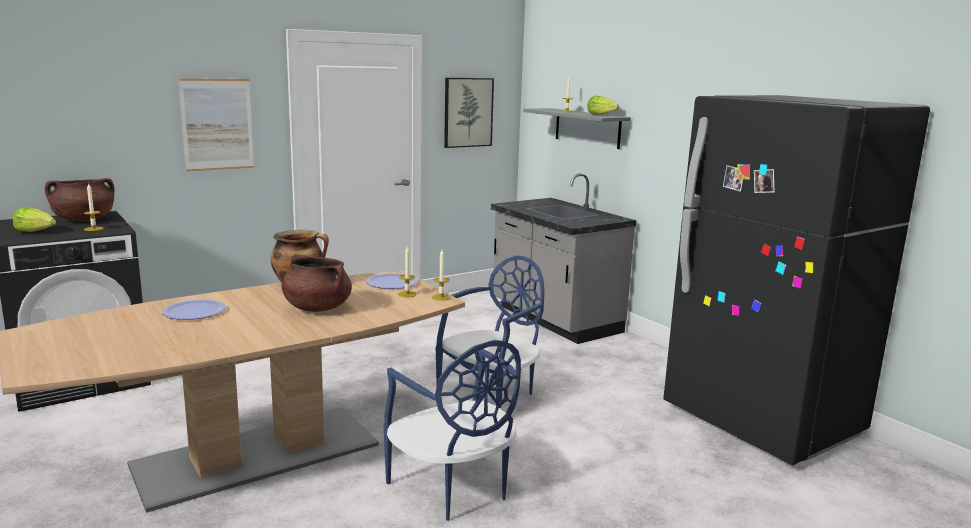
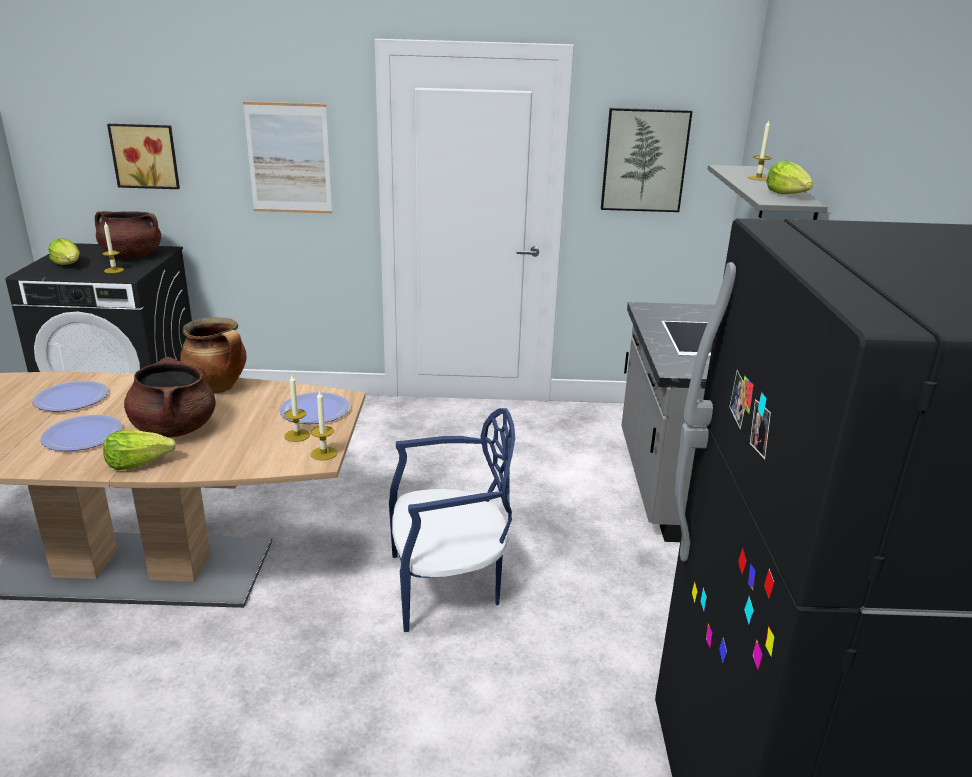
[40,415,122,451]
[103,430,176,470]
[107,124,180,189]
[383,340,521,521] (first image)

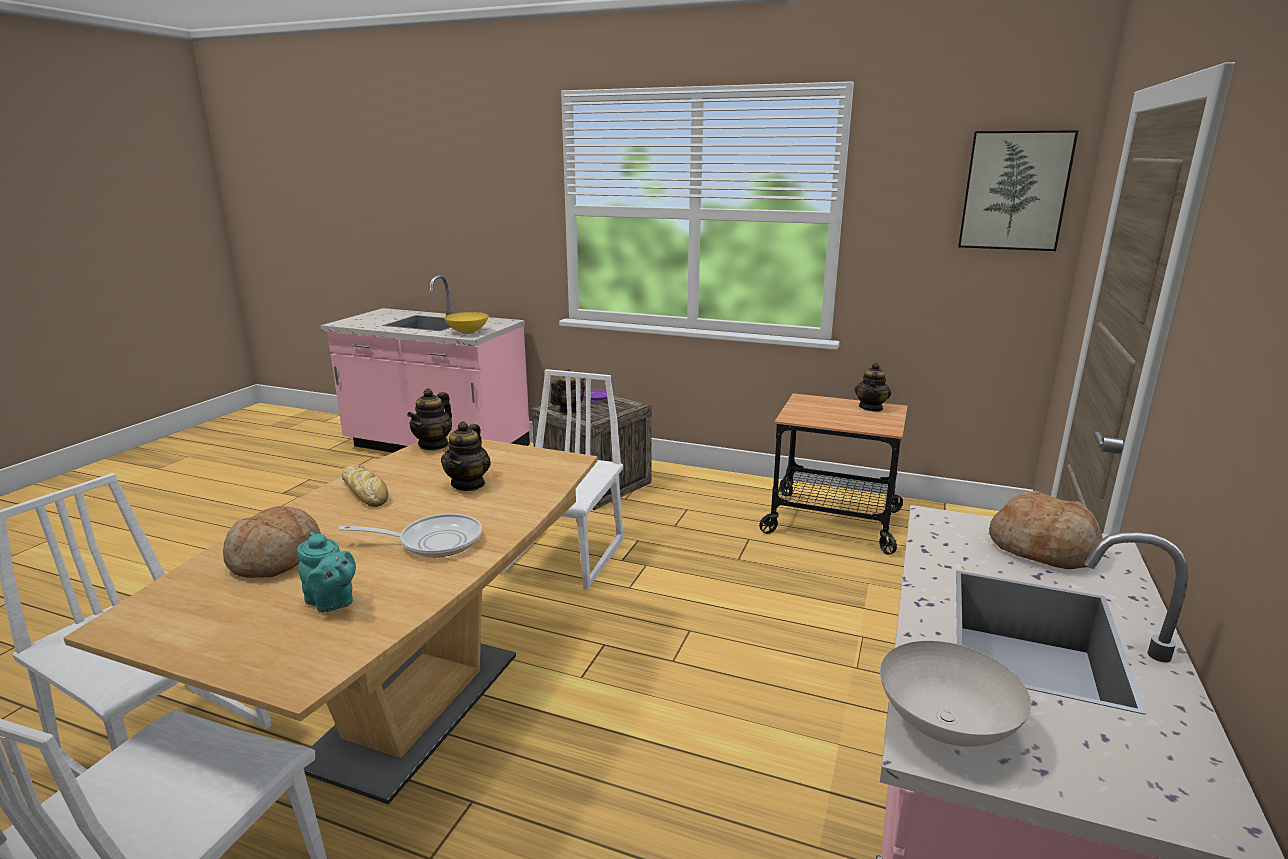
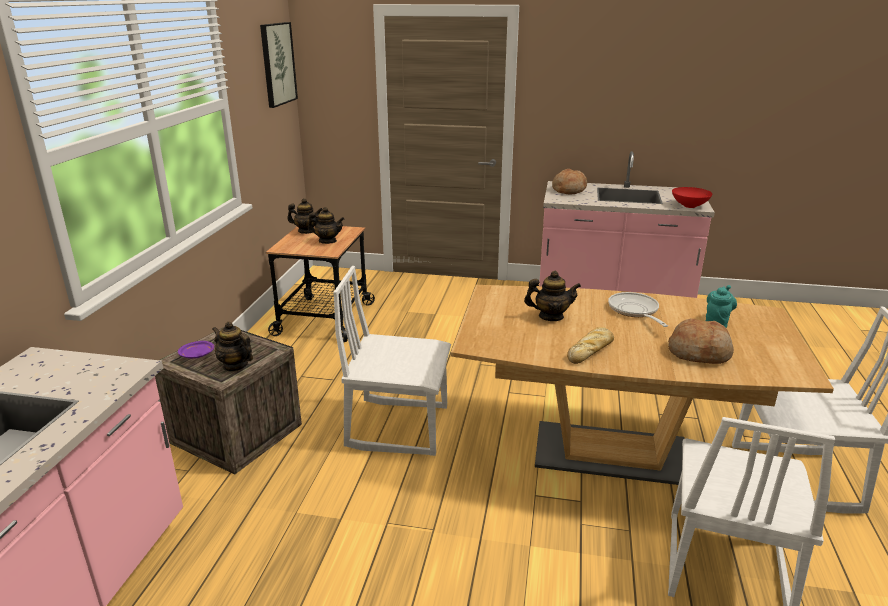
[308,207,344,244]
[672,187,713,208]
[444,312,489,334] (first image)

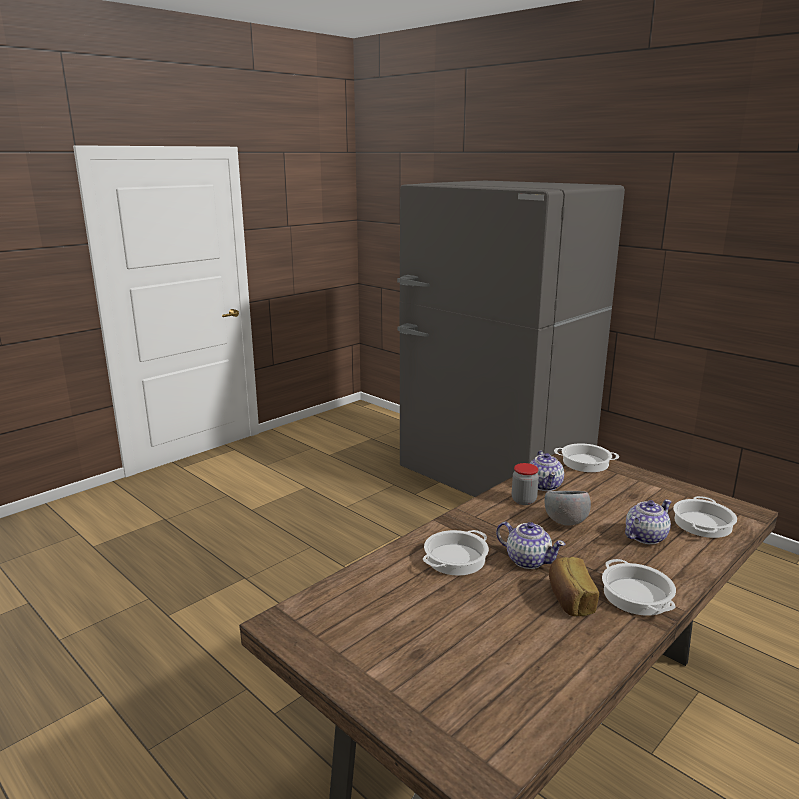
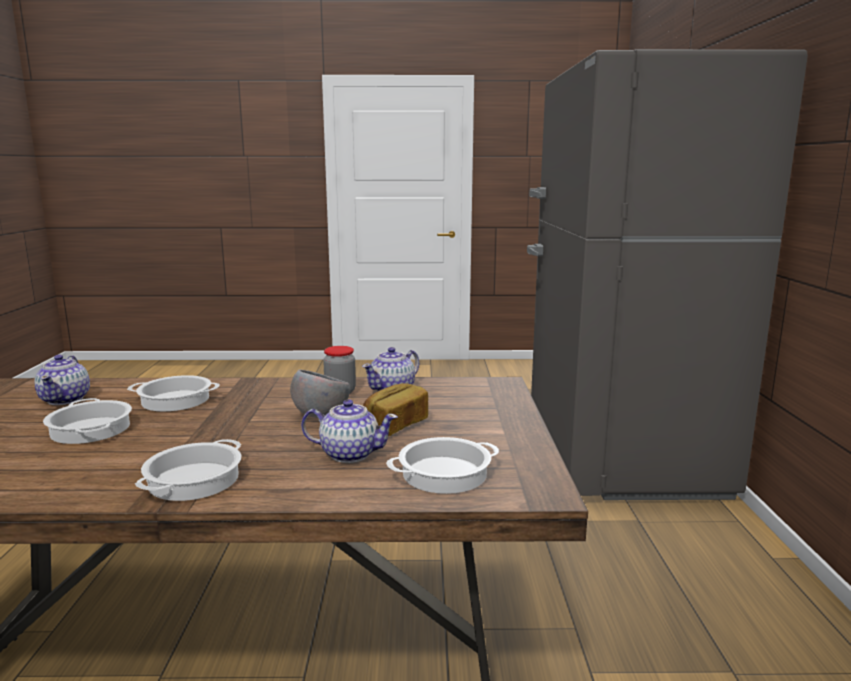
[34,355,90,405]
[43,398,132,444]
[363,383,428,436]

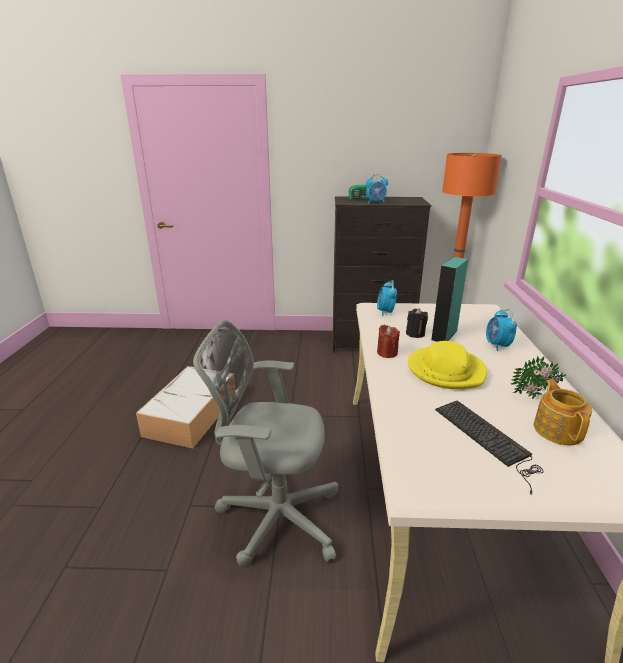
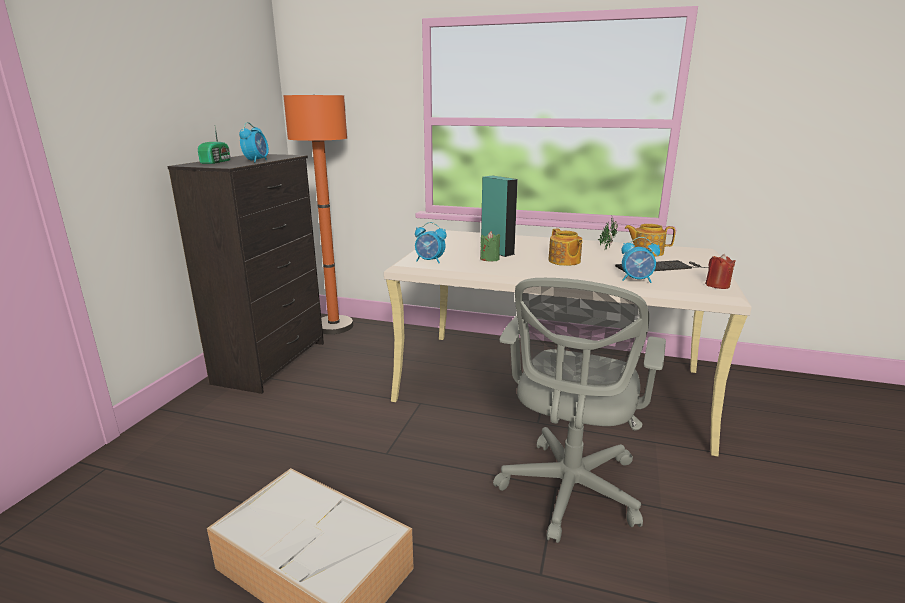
[480,231,500,261]
[548,229,583,266]
[621,237,660,283]
[705,254,736,289]

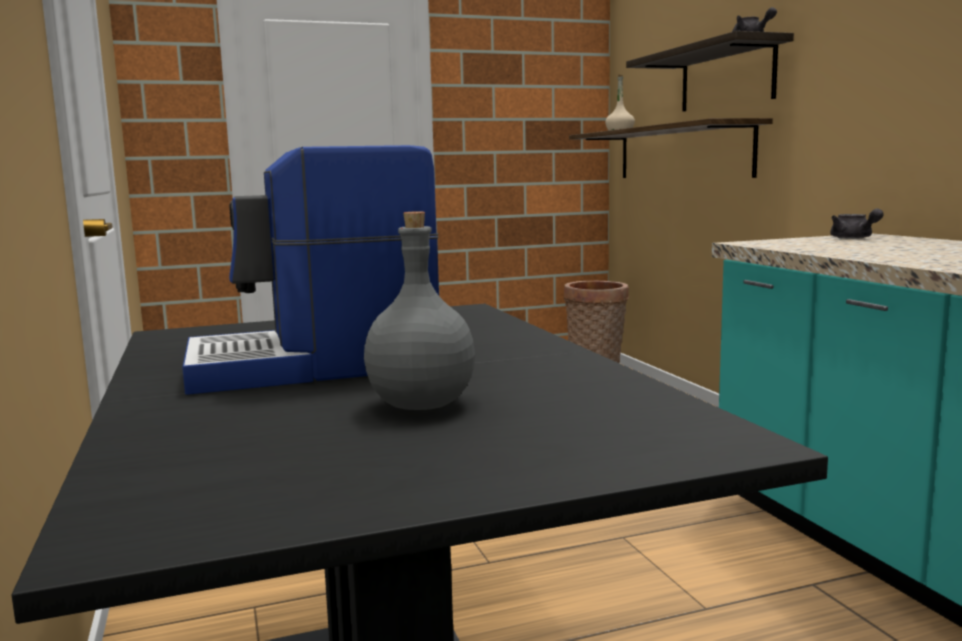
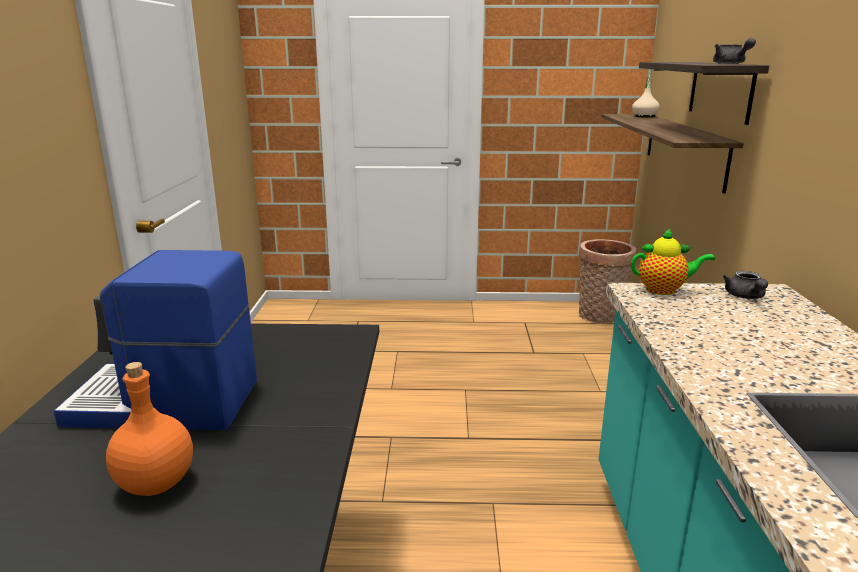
[106,362,193,496]
[631,228,715,295]

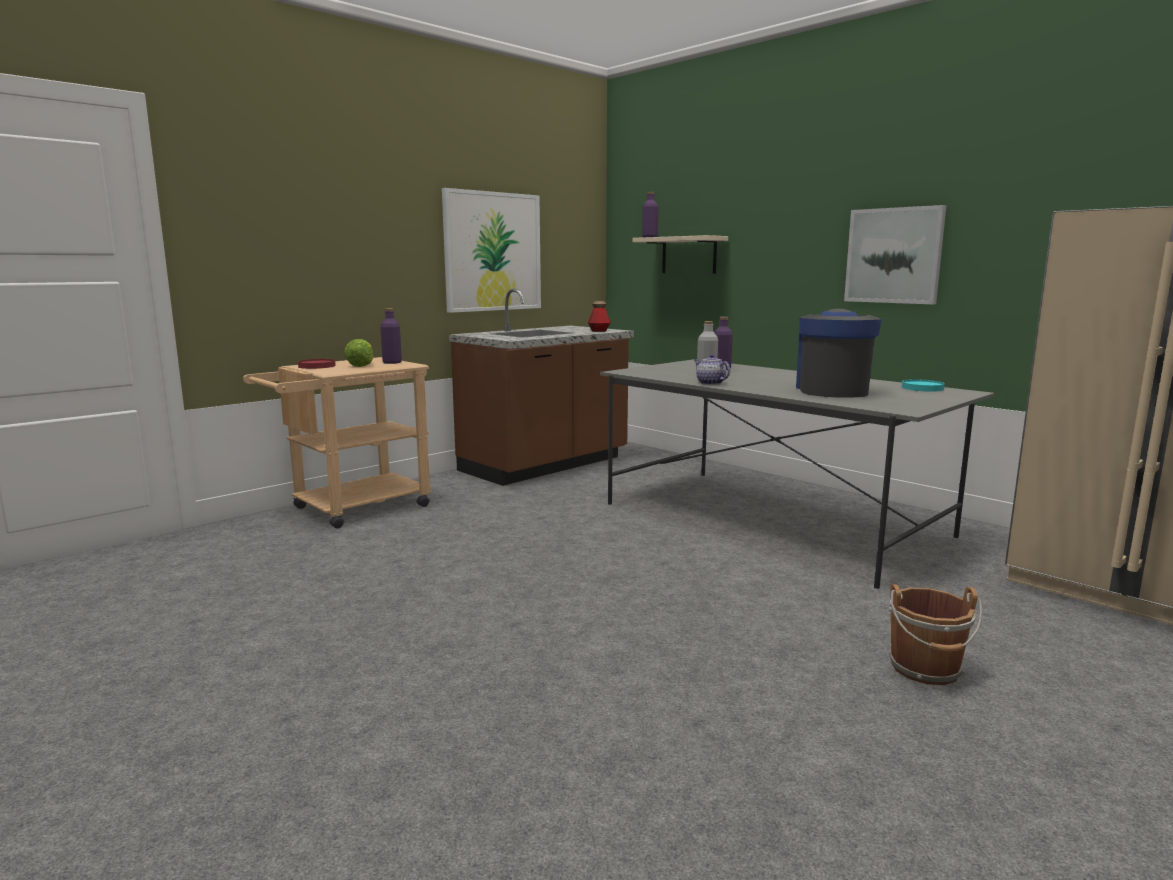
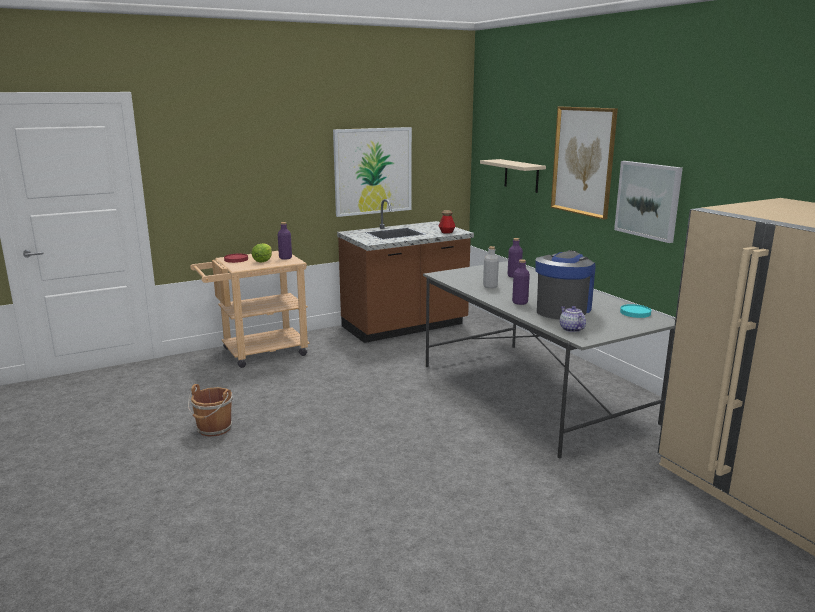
[188,384,233,436]
[512,259,530,305]
[551,107,618,220]
[560,306,586,332]

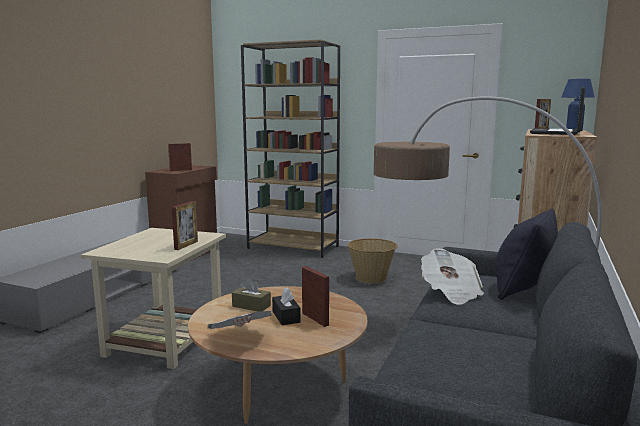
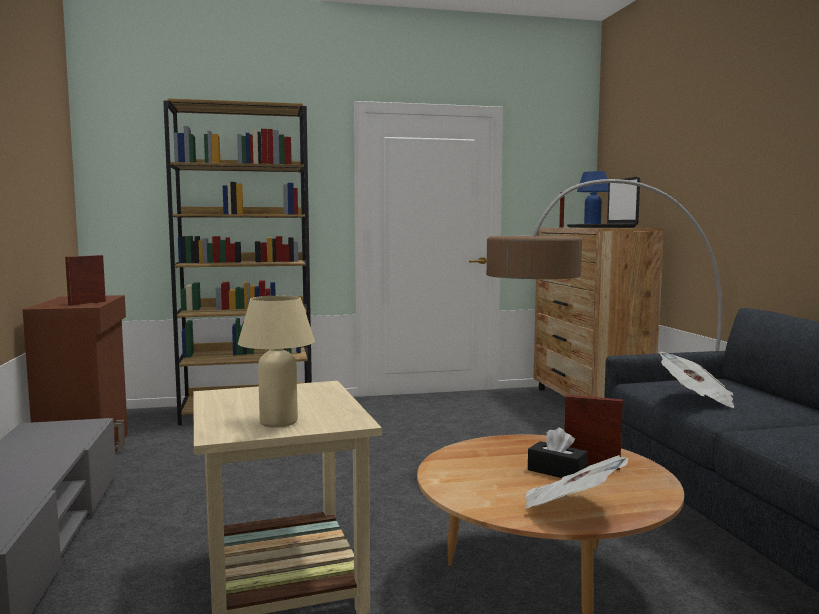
[238,296,315,428]
[172,201,198,250] (first image)
[232,279,271,312] (first image)
[348,238,398,284] (first image)
[496,208,558,300] (first image)

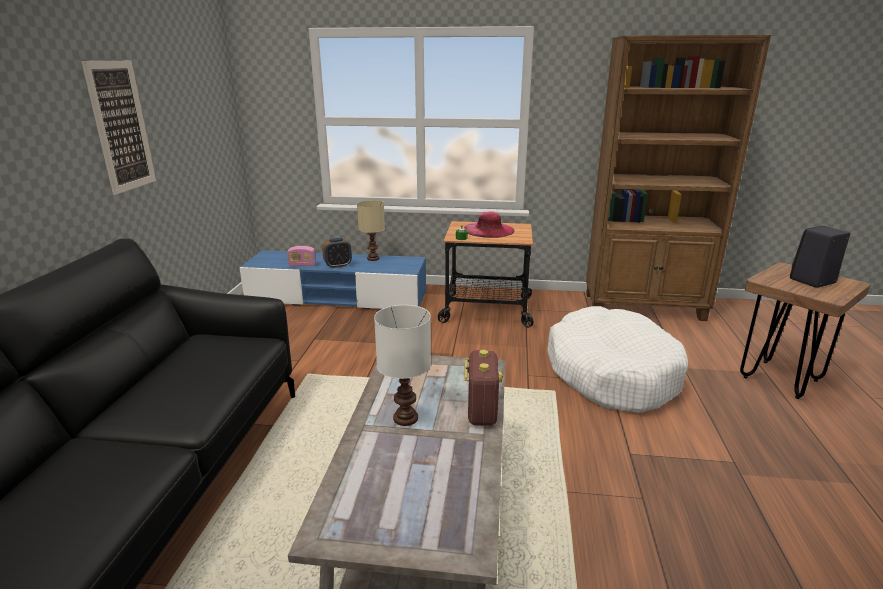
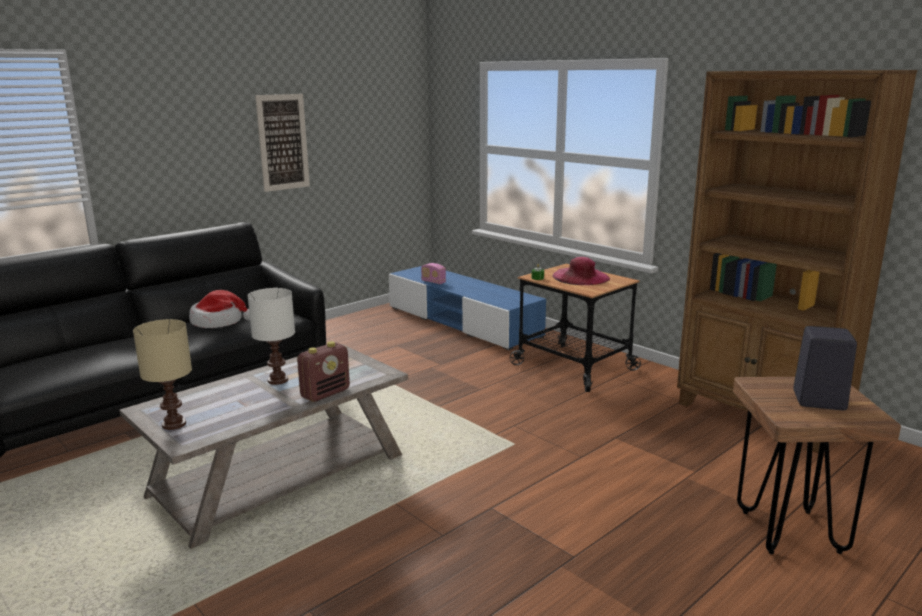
[133,319,192,430]
[189,290,250,328]
[322,238,352,268] (first image)
[547,306,689,413] (first image)

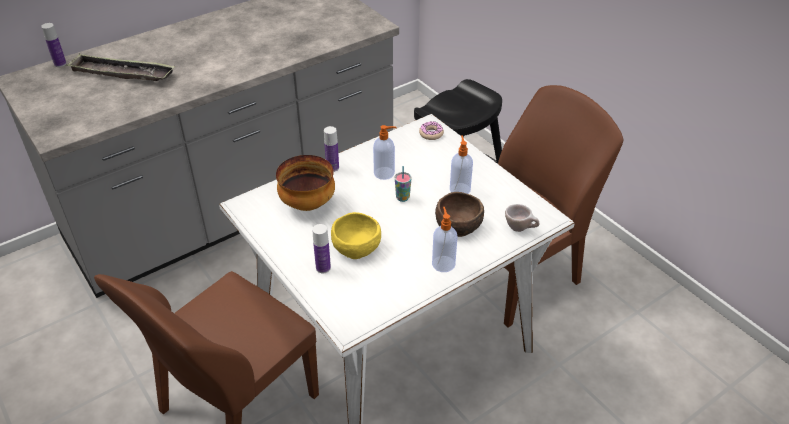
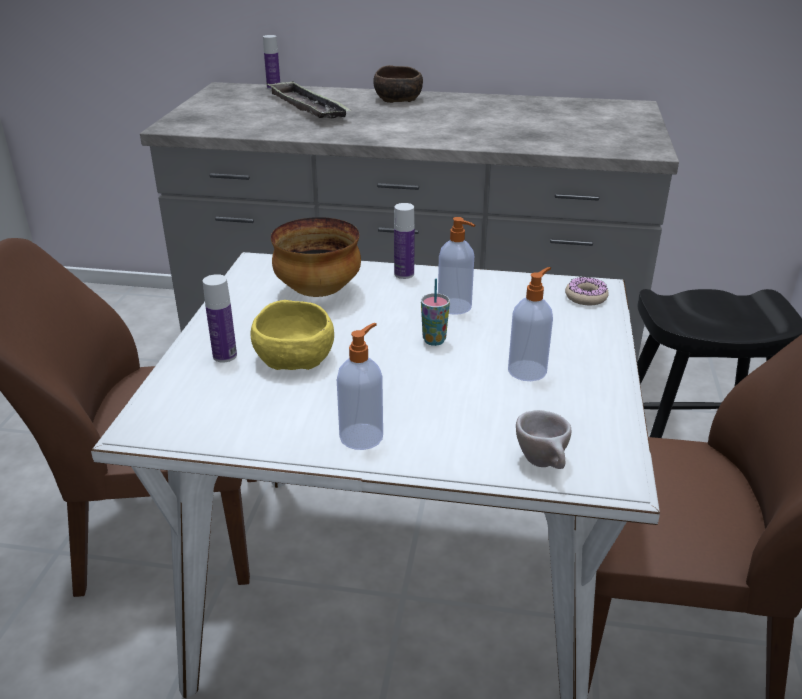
[373,65,423,103]

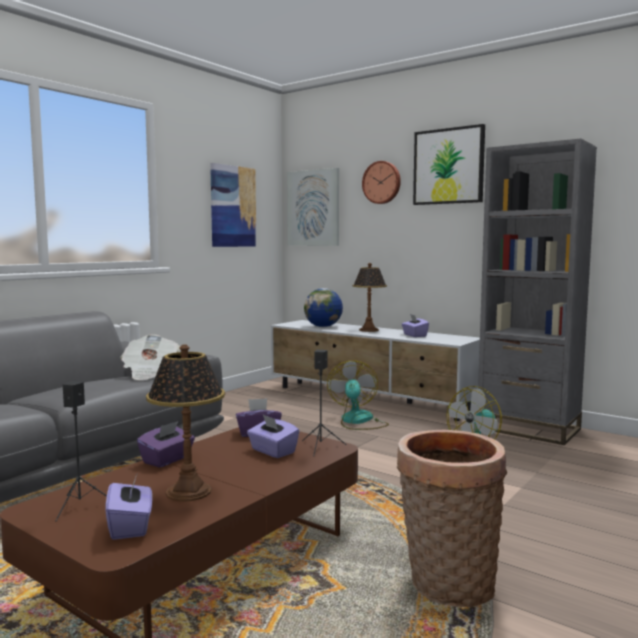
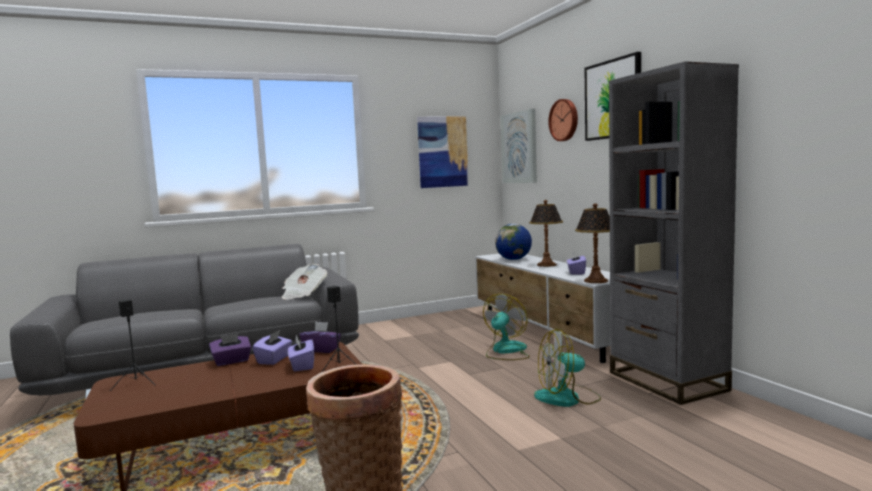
[252,330,292,365]
[575,203,610,283]

